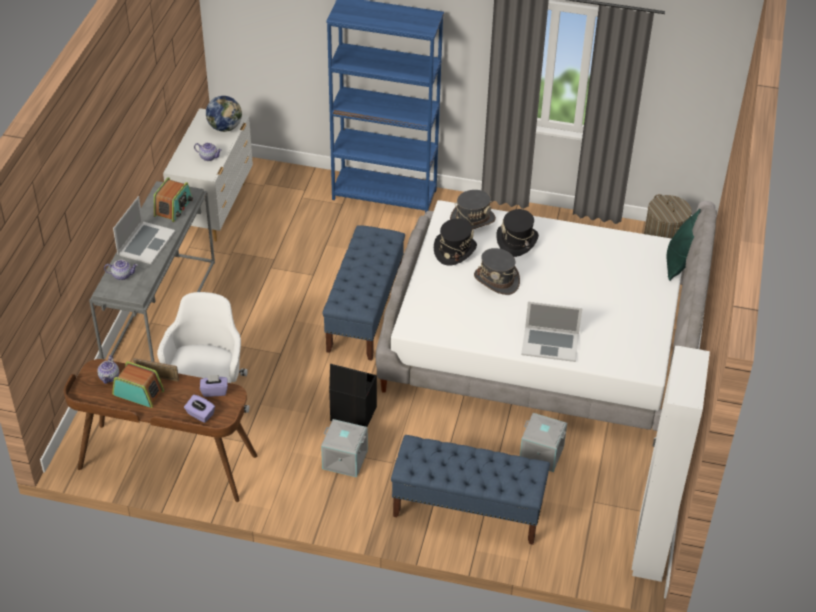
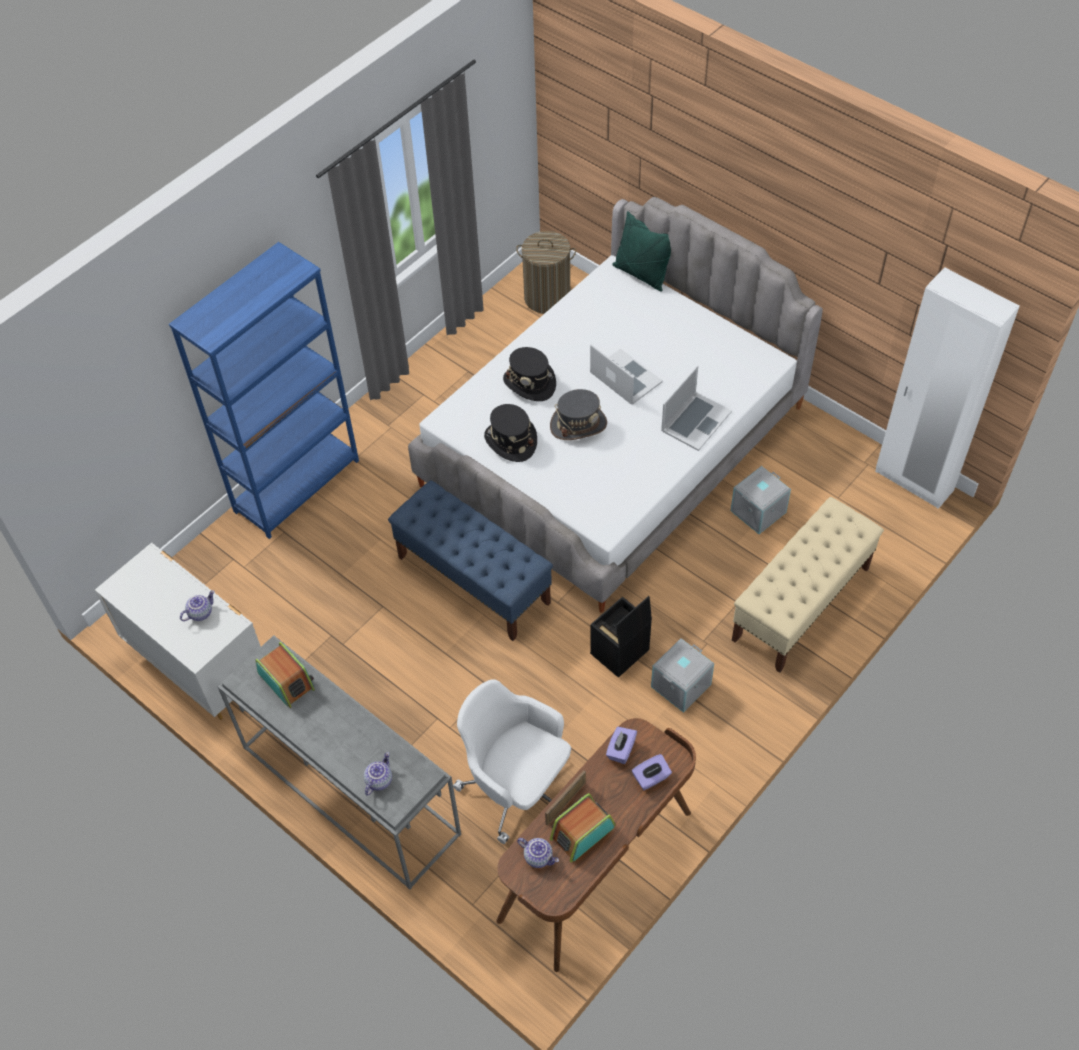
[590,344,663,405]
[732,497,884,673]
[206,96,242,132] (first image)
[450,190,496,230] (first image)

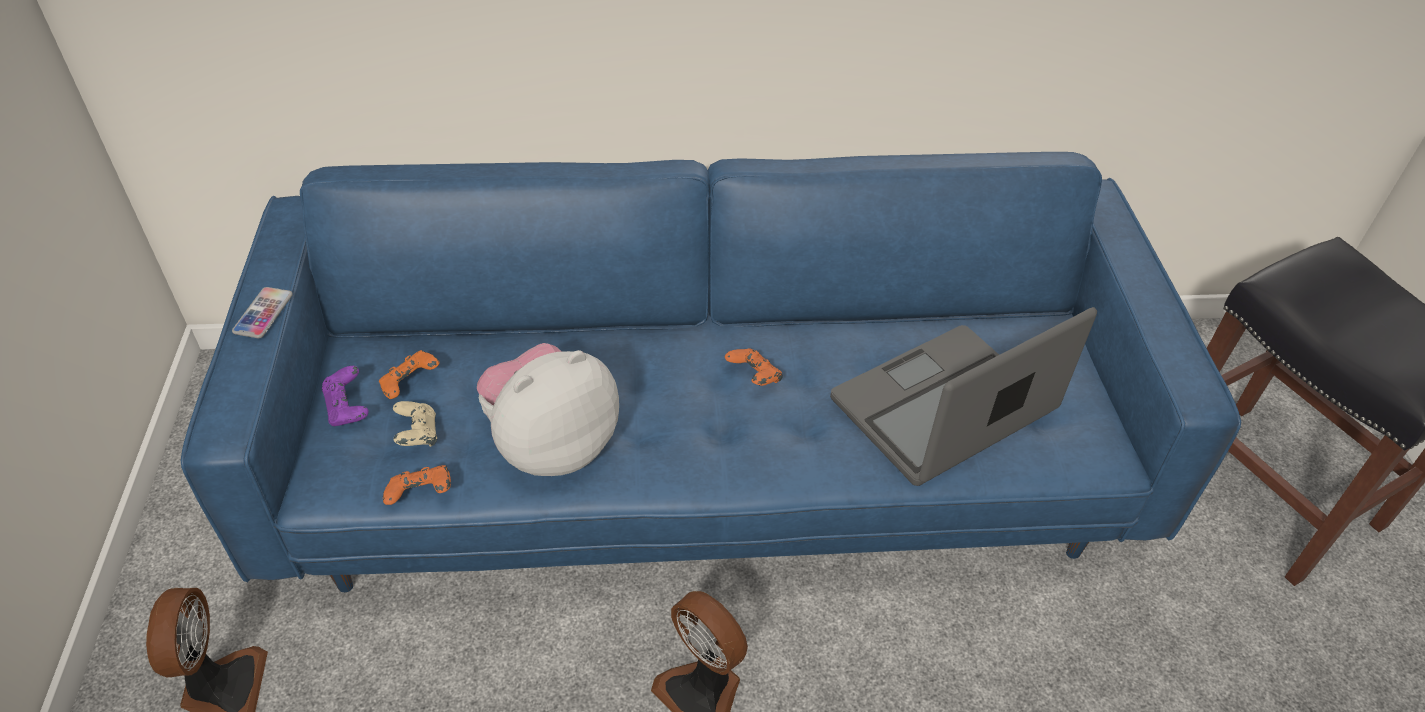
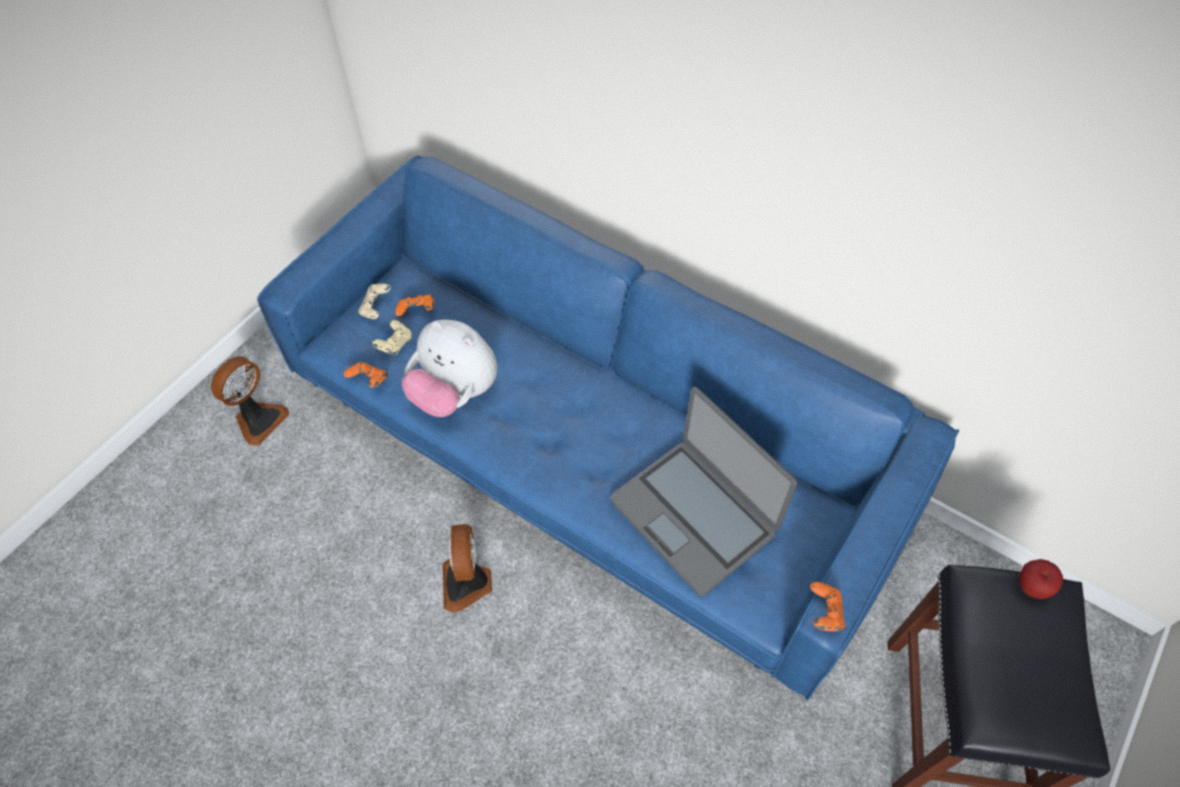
[358,283,391,319]
[402,320,498,417]
[610,387,797,596]
[810,582,845,632]
[1019,559,1063,599]
[232,287,293,338] (first image)

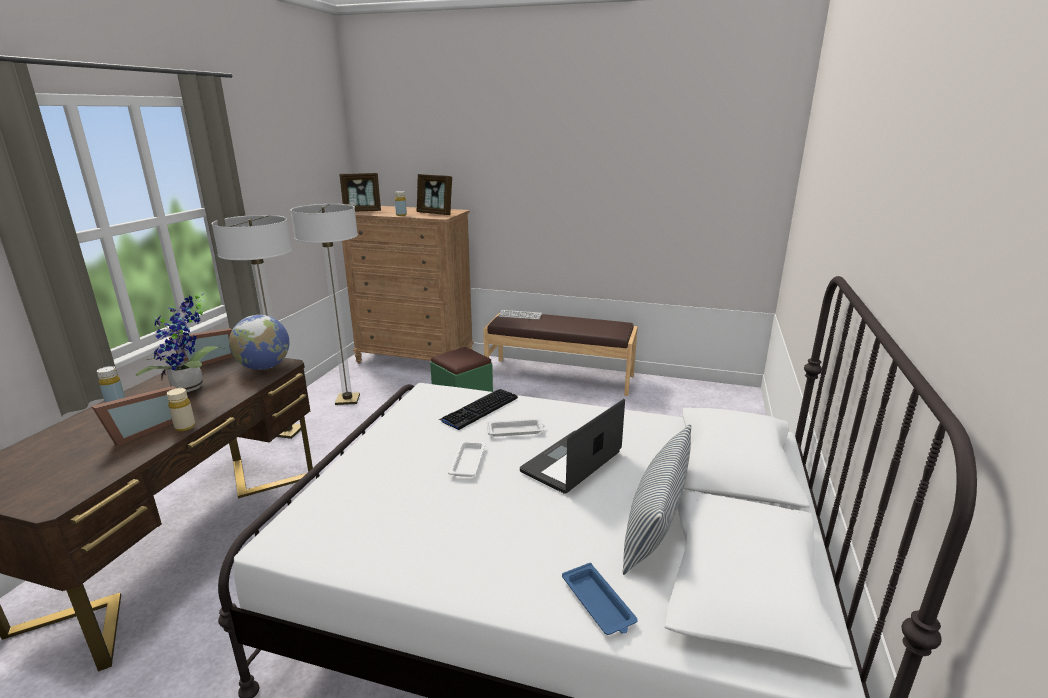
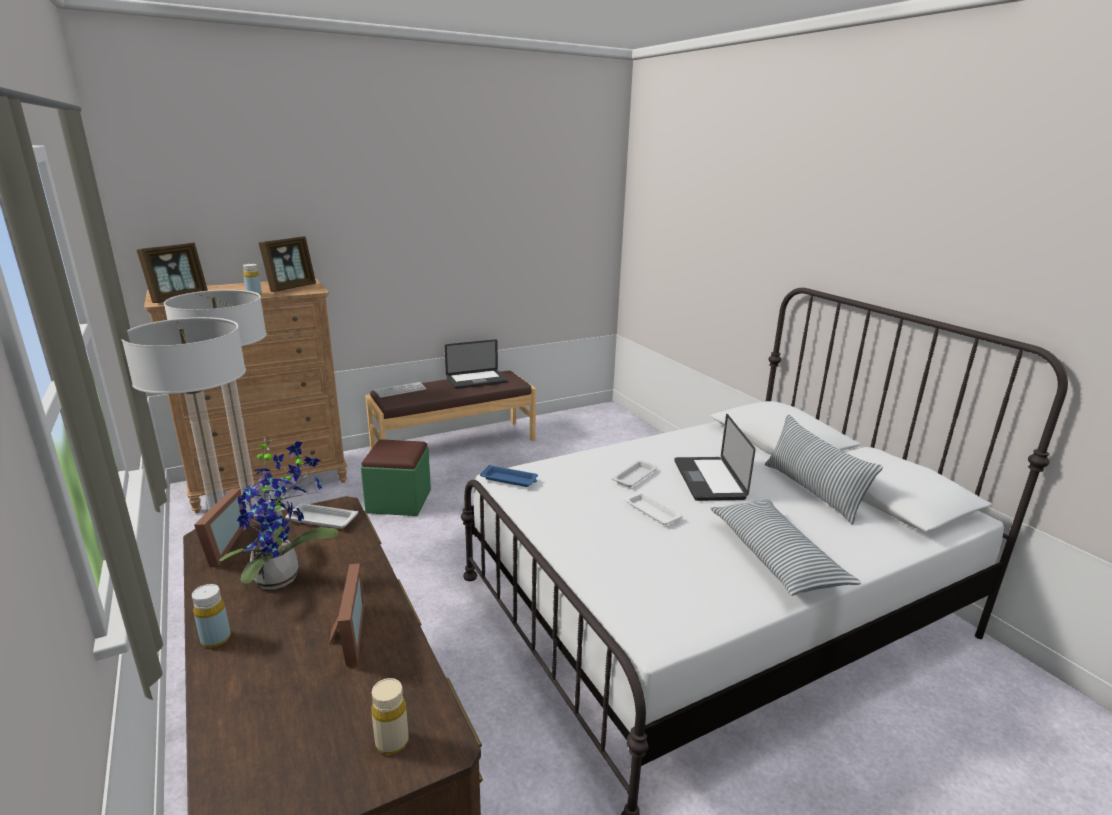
[259,236,316,292]
[285,503,358,529]
[371,678,409,754]
[445,340,508,389]
[480,465,538,487]
[710,500,861,596]
[439,389,518,430] (first image)

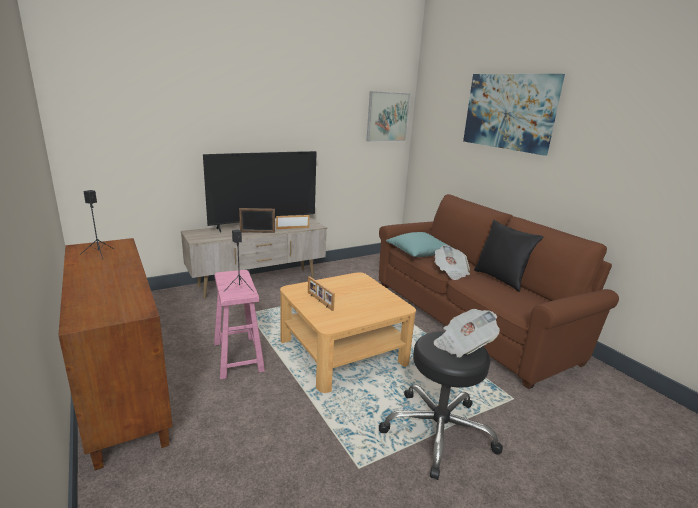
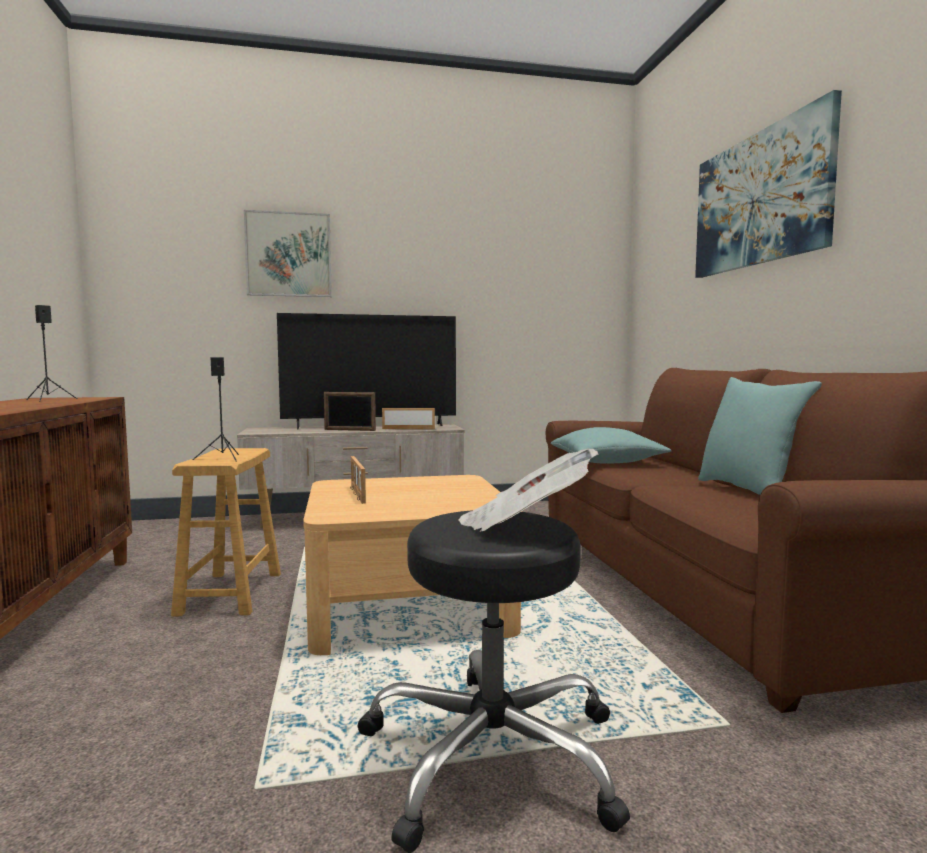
[171,448,281,617]
[244,210,332,297]
[698,377,822,495]
[435,245,470,280] (first image)

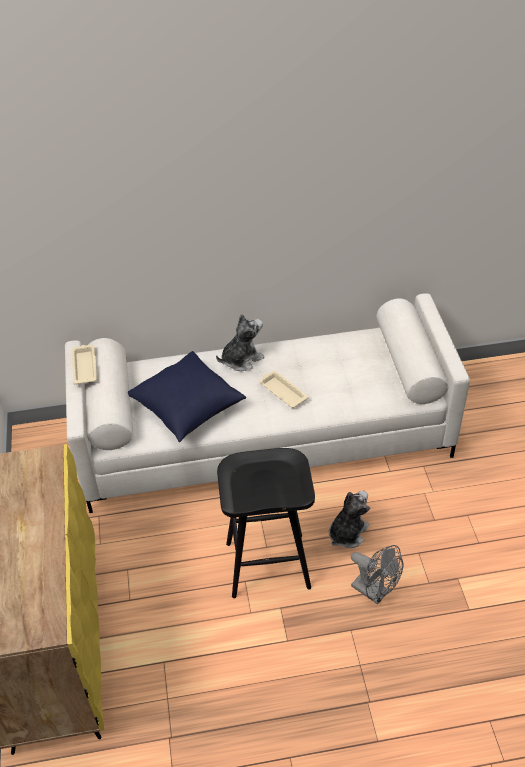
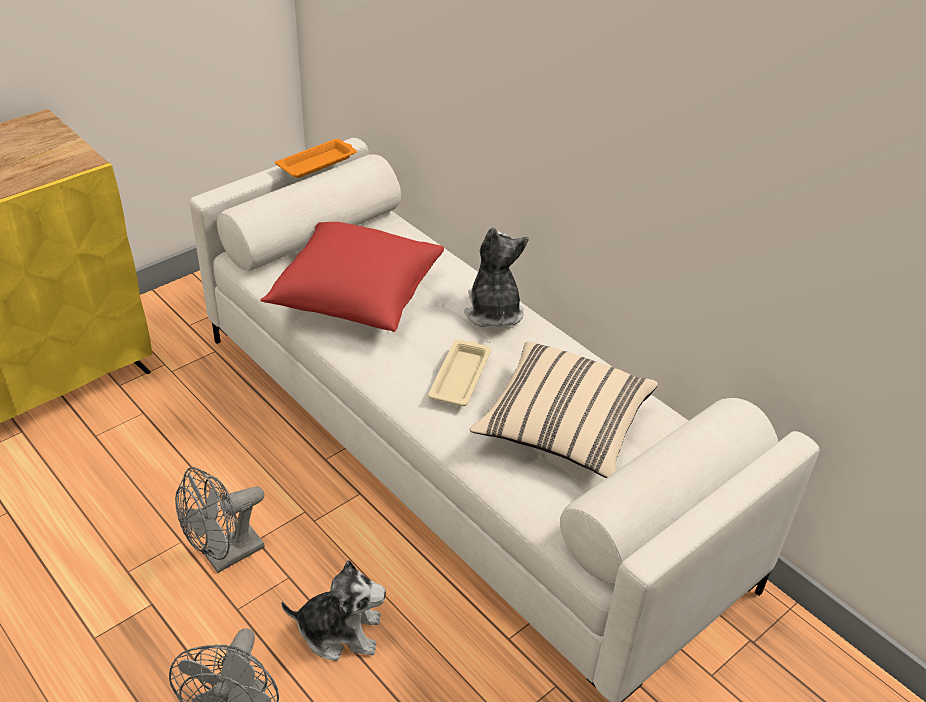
[175,467,265,573]
[260,222,444,332]
[275,139,357,178]
[464,227,529,327]
[470,341,658,478]

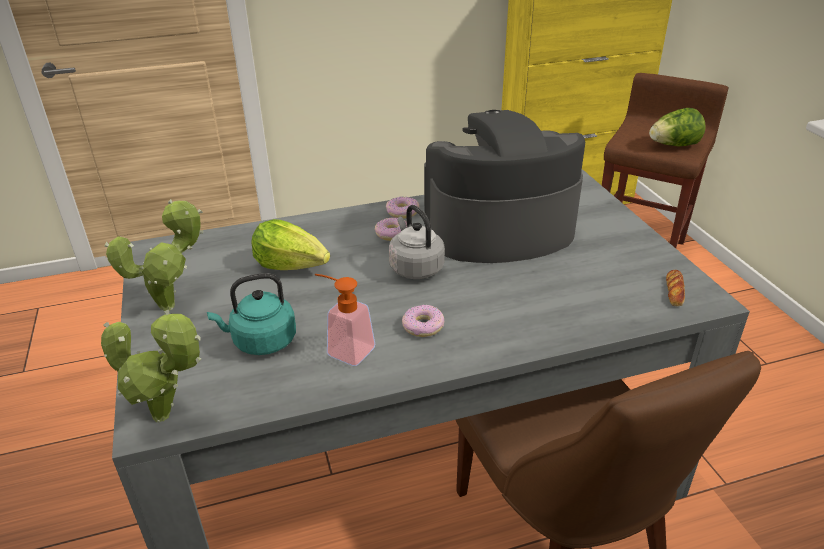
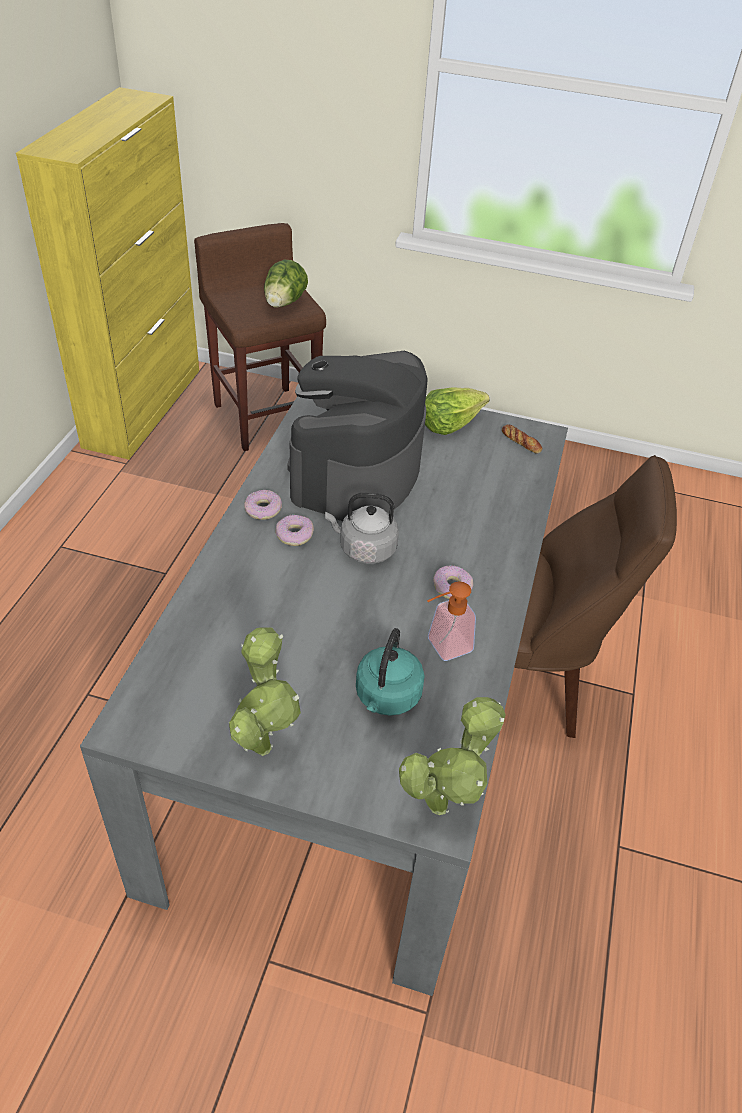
[425,387,490,435]

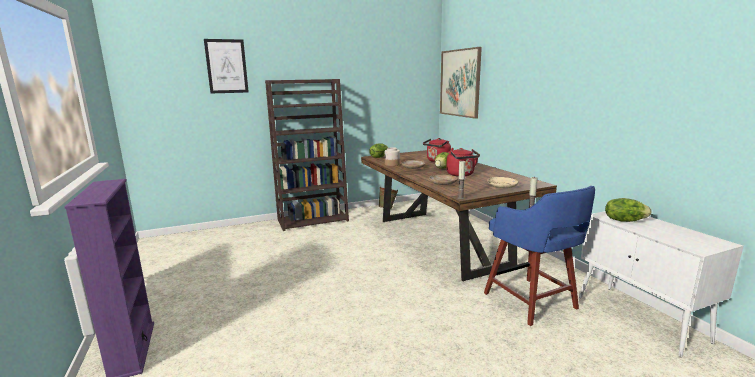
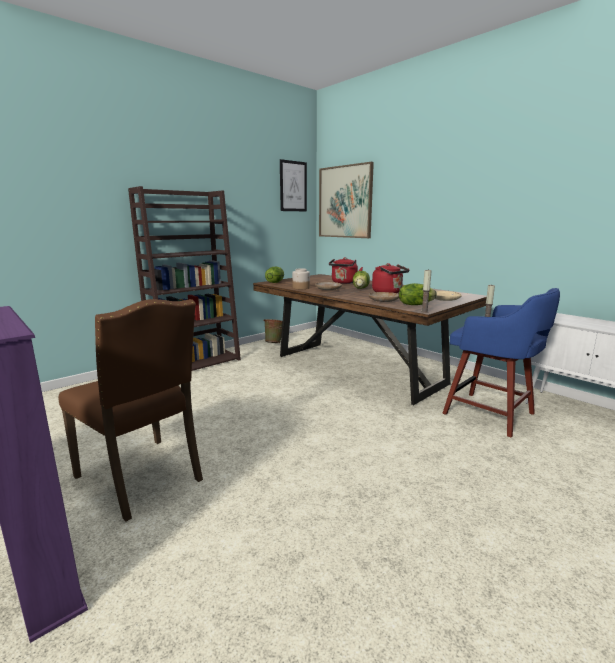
[58,299,203,521]
[280,159,307,211]
[399,283,437,305]

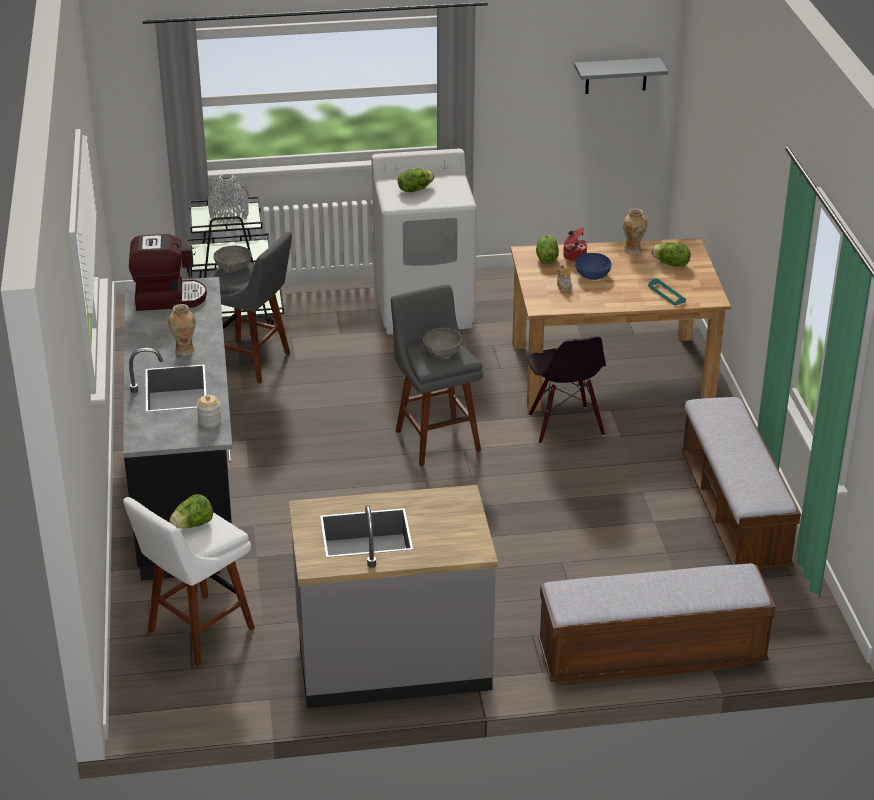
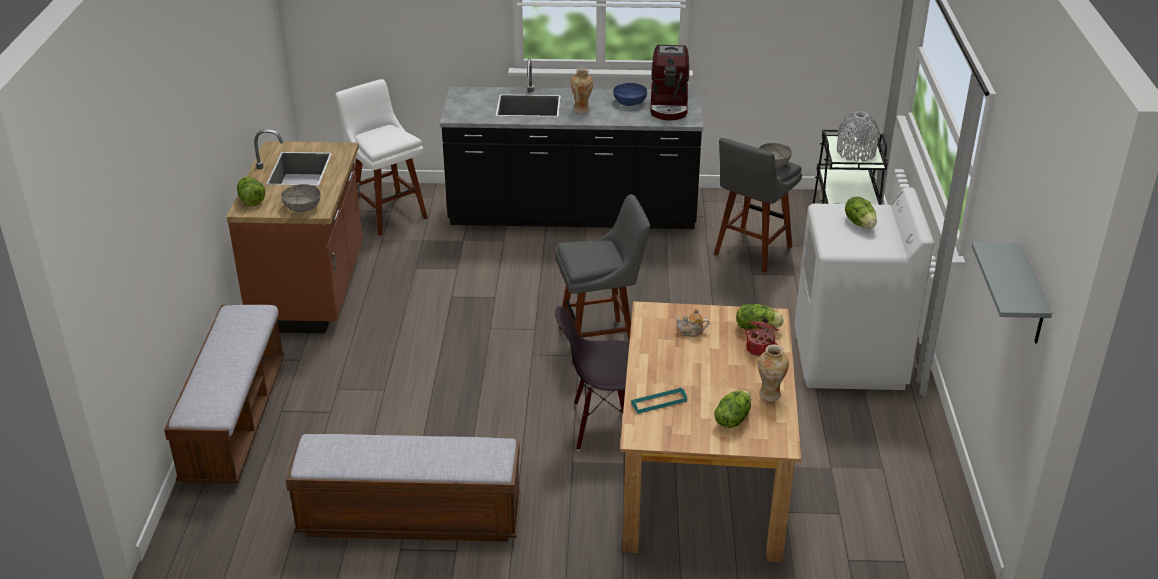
[227,129,363,334]
[237,177,265,206]
[281,184,321,212]
[613,83,647,106]
[197,395,221,428] (first image)

